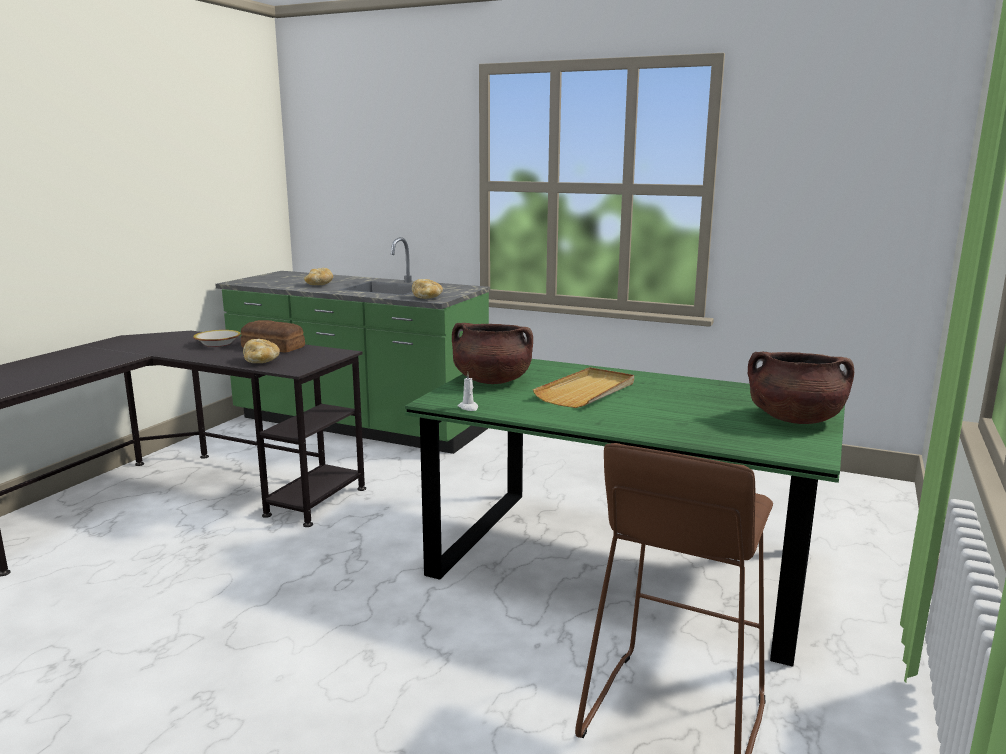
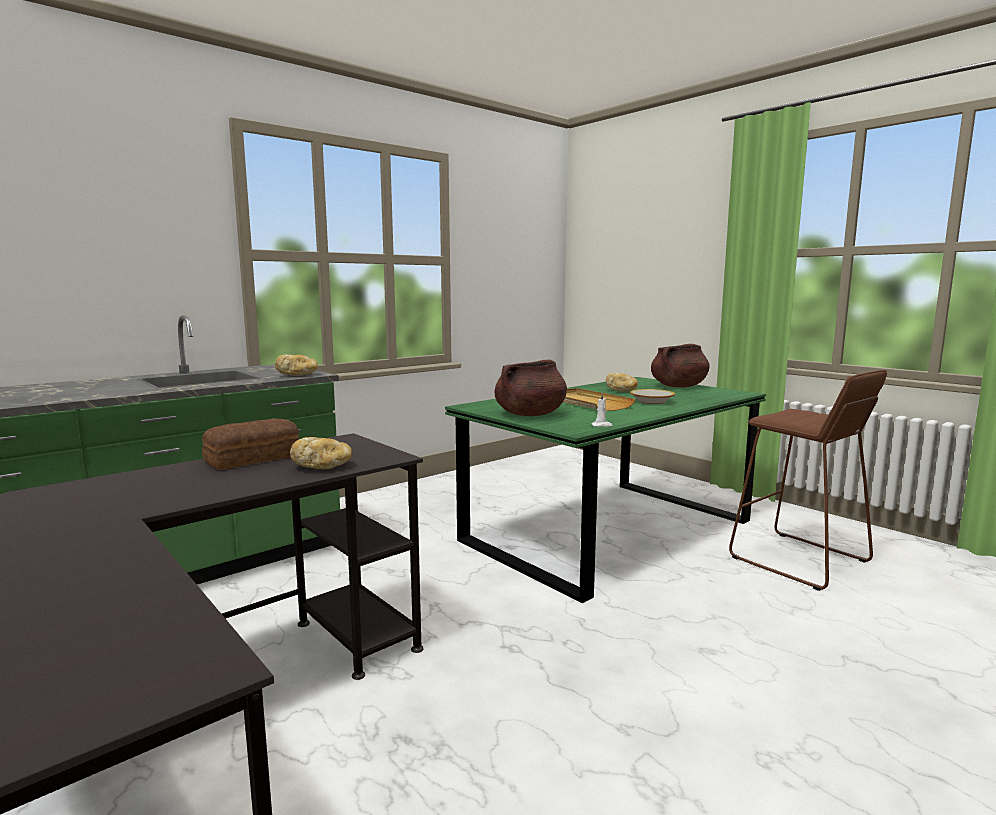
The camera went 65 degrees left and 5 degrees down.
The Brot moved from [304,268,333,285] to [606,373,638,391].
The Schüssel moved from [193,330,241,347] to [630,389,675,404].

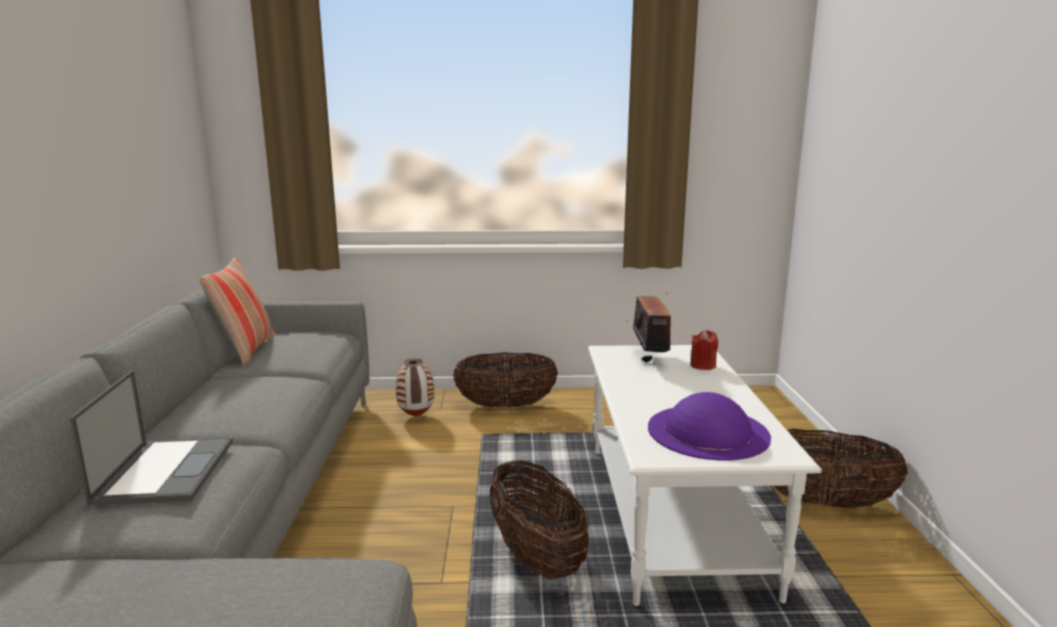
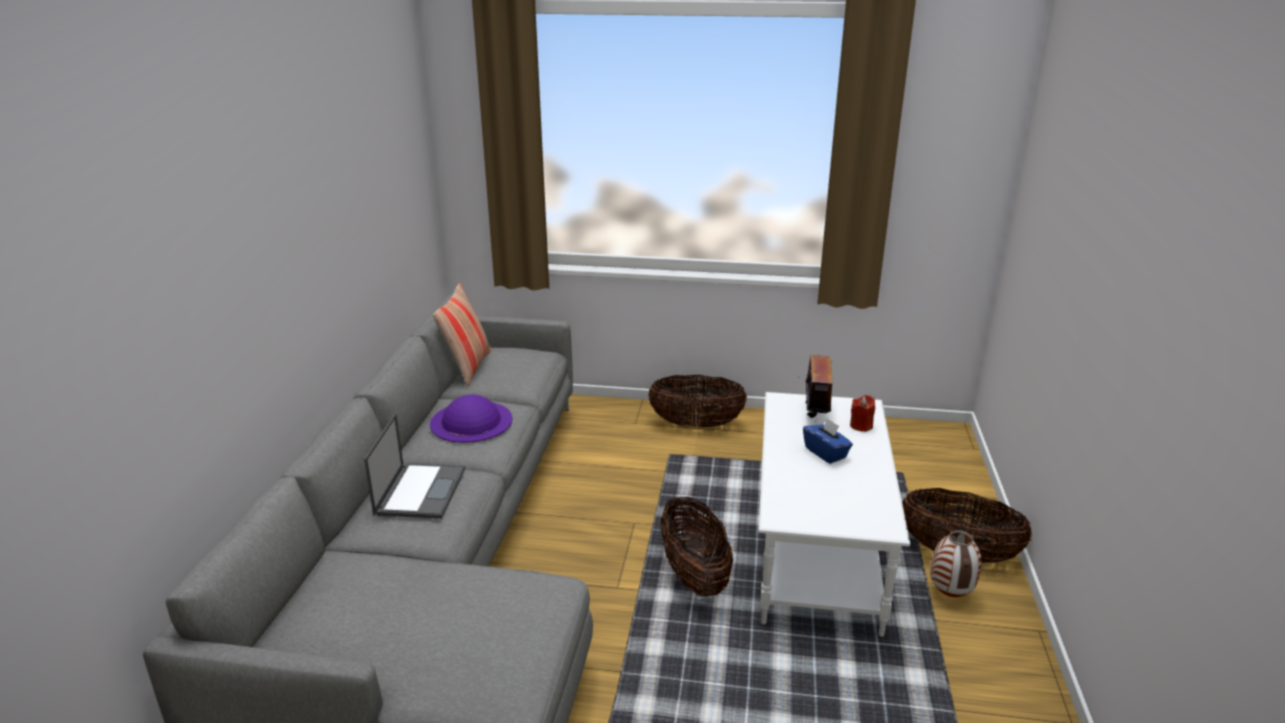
The camera went 10 degrees right and 10 degrees up.
The Vase moved from [396,358,434,417] to [930,530,982,597].
The Hut (lila) moved from [648,392,771,460] to [430,395,513,443].
The Taschentuchbox (blau) at [803,418,853,464] appeared.

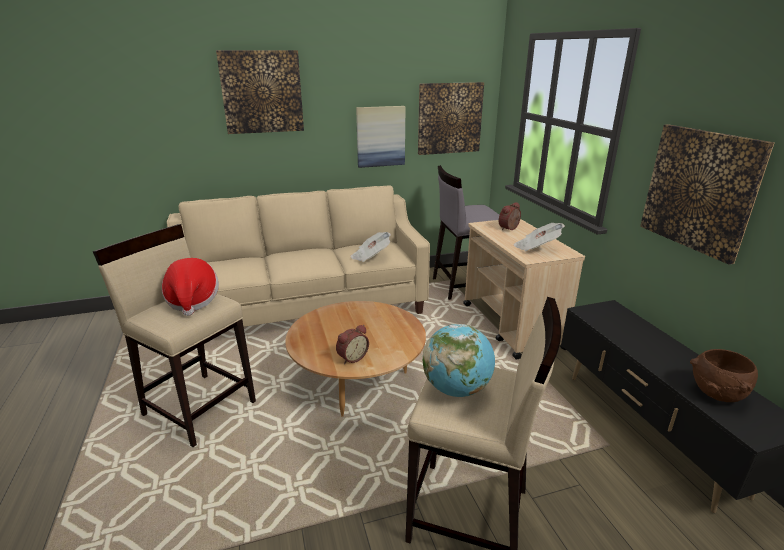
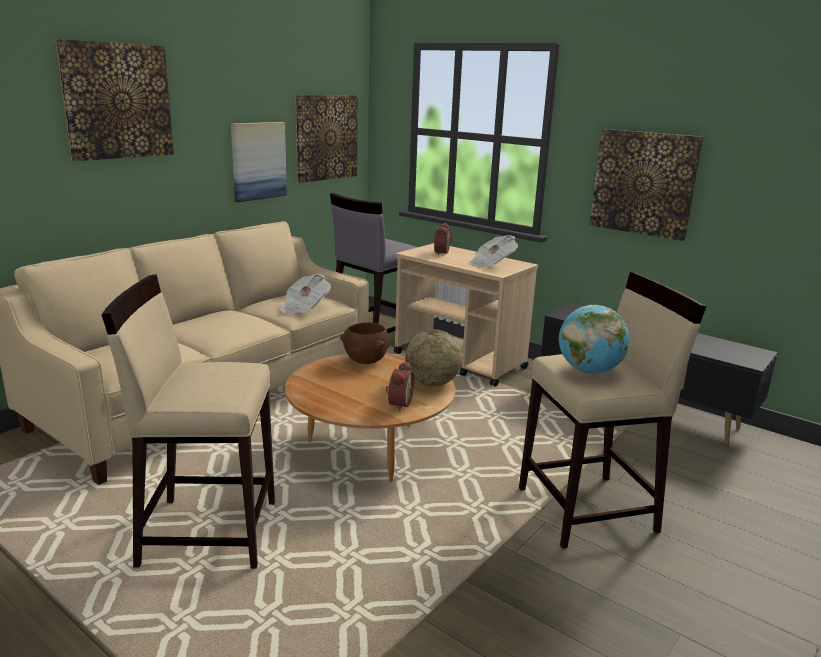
The camera went 35 degrees left and 5 degrees down.
The Hut at [162,258,219,316] disappeared.
The Schüssel (braun) moved from [690,349,758,402] to [340,323,390,364].
The Globus at [405,329,462,386] appeared.

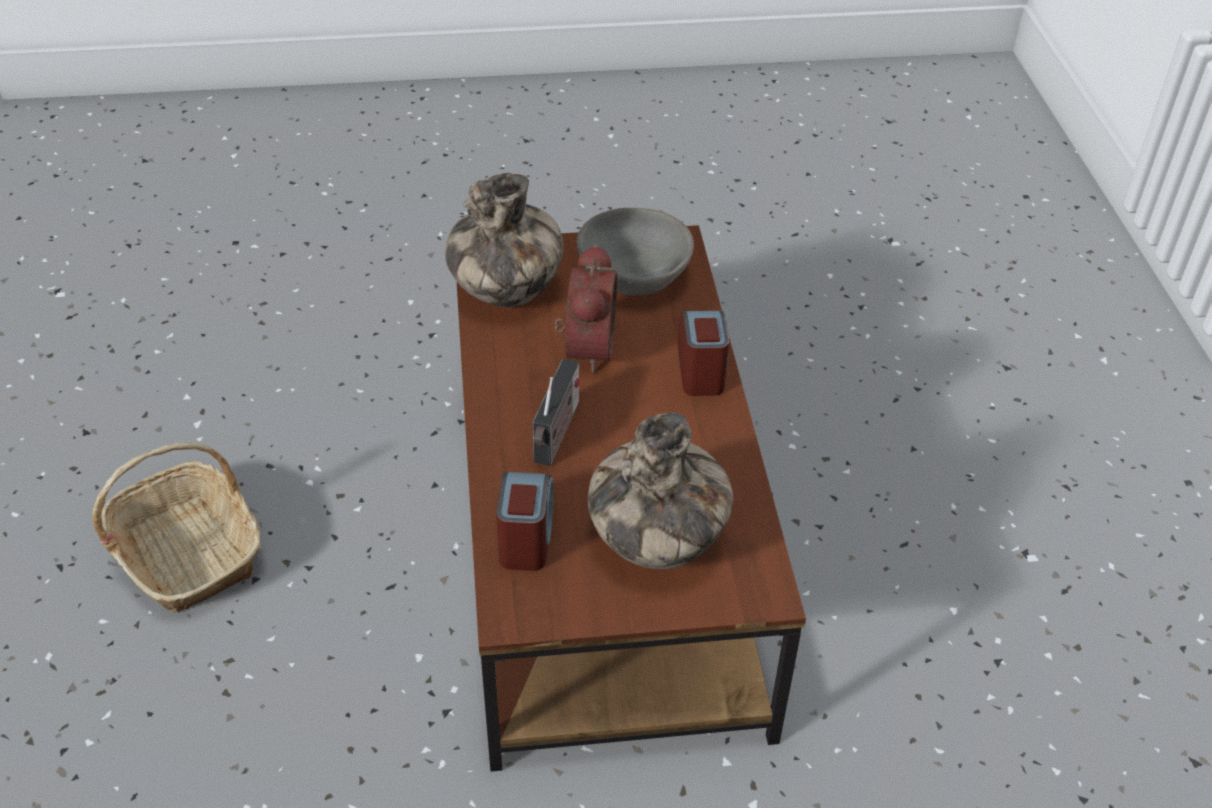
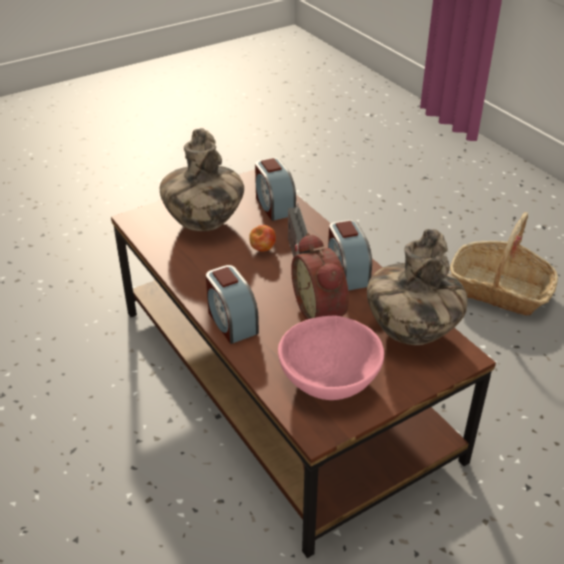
The camera went 155 degrees right and 5 degrees down.
The Schüssel (grau) at [576,208,694,296] became the Schüssel (rosa) at [278,316,384,400].
The Wecker at [328,220,372,291] appeared.
The Apfel at [249,225,276,252] appeared.

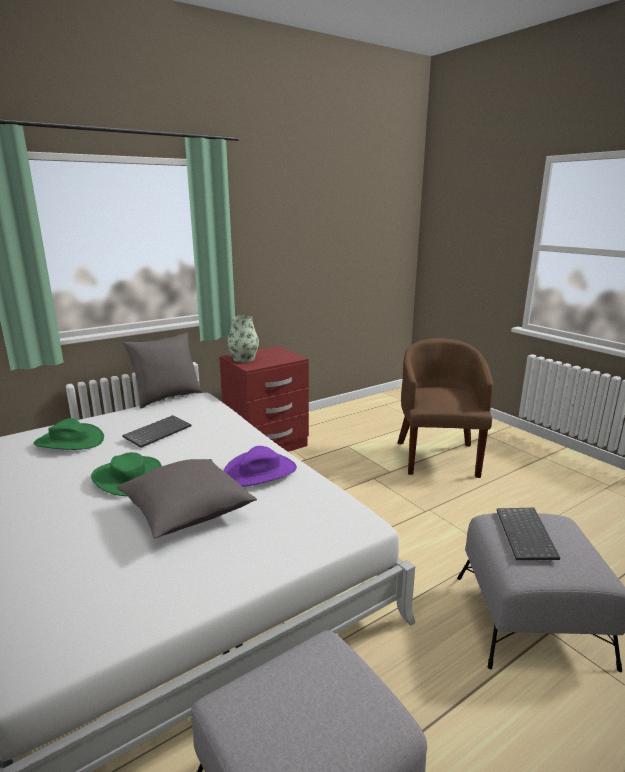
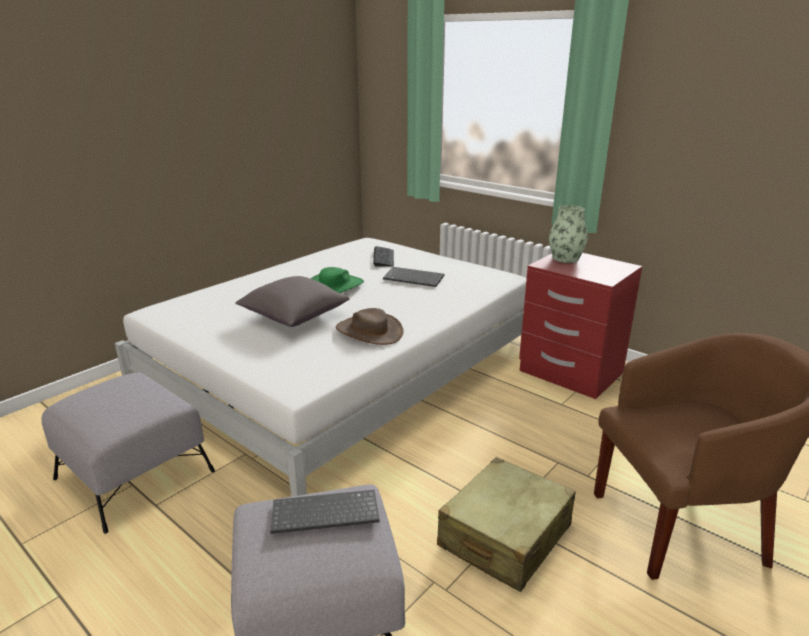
The camera went 75 degrees right and 5 degrees up.
The Kissen (grau) at [123,333,203,409] disappeared.
The Hut (grün) at [34,418,104,450] was replaced by the Tastatur at [373,246,394,267].
The Hut (lila) at [223,446,297,487] became the Hut (braun) at [336,308,404,345].
The Koffer (beige) at [437,457,576,592] appeared.

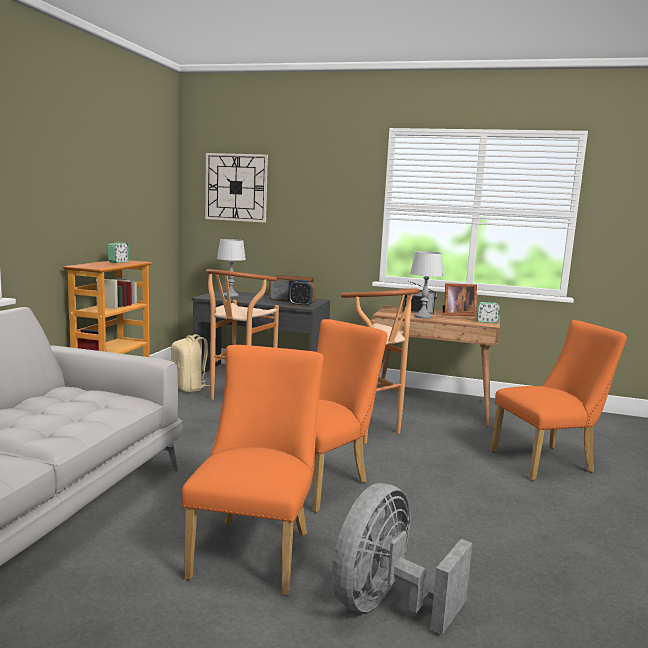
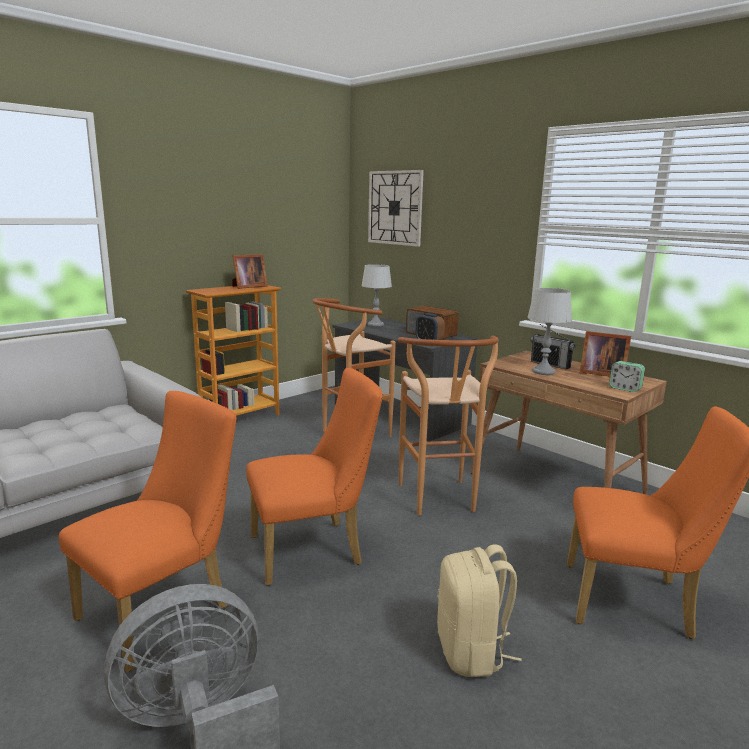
The camera went 30 degrees right and 5 degrees up.
The Wecker at [108,243,130,263] was replaced by the Bilderrahmen at [232,254,268,289].
The Rucksack (beige) moved from [170,334,210,392] to [437,544,521,677].

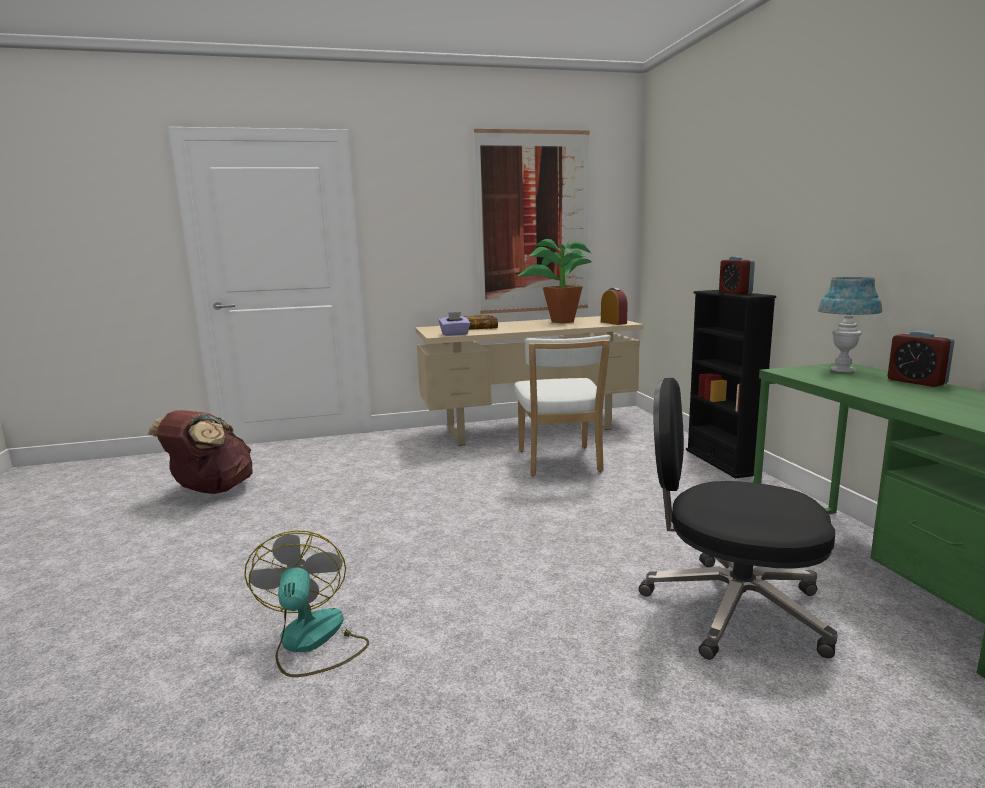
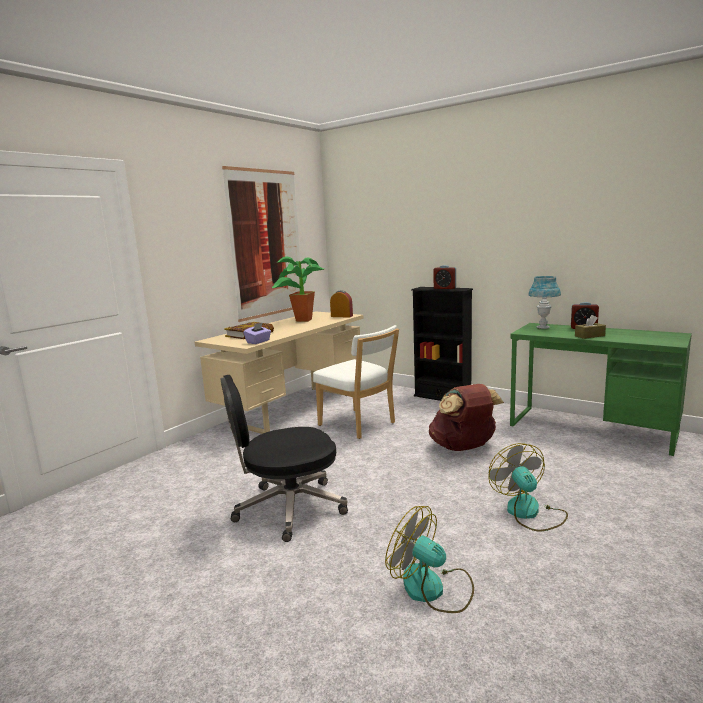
The camera went 40 degrees left and 0 degrees up.
The Bürostuhl (schwarz) moved from [639,378,838,660] to [221,375,348,542].
The Rucksack (braun) moved from [148,410,252,494] to [429,384,504,451].
The Taschentuchbox (braun) at [575,315,606,339] appeared.
The Ventilator at [489,443,568,532] appeared.

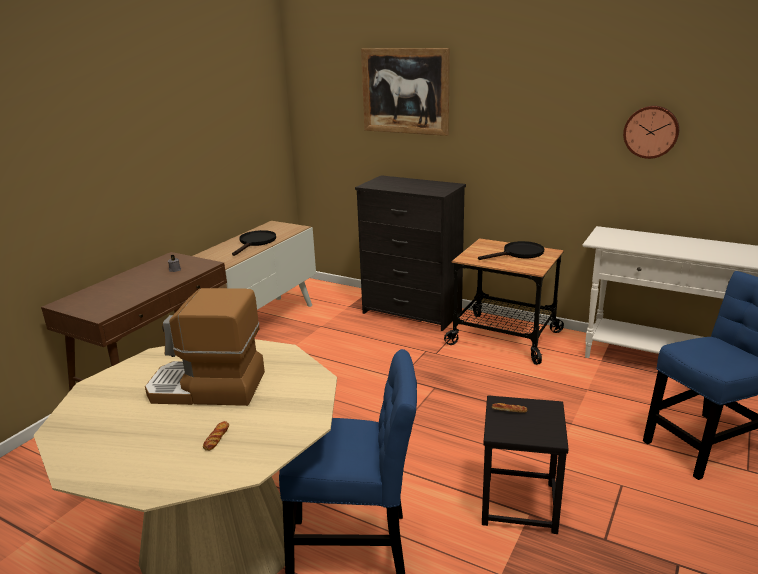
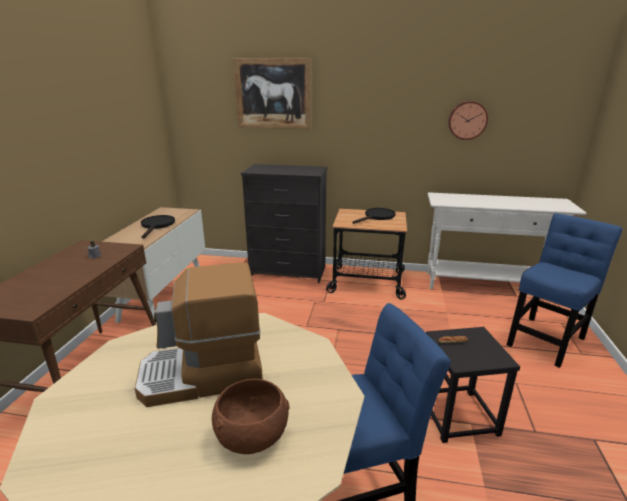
The camera went 20 degrees left and 0 degrees up.
The Brot at [203,421,229,451] was replaced by the Schüssel (braun) at [212,379,290,454].

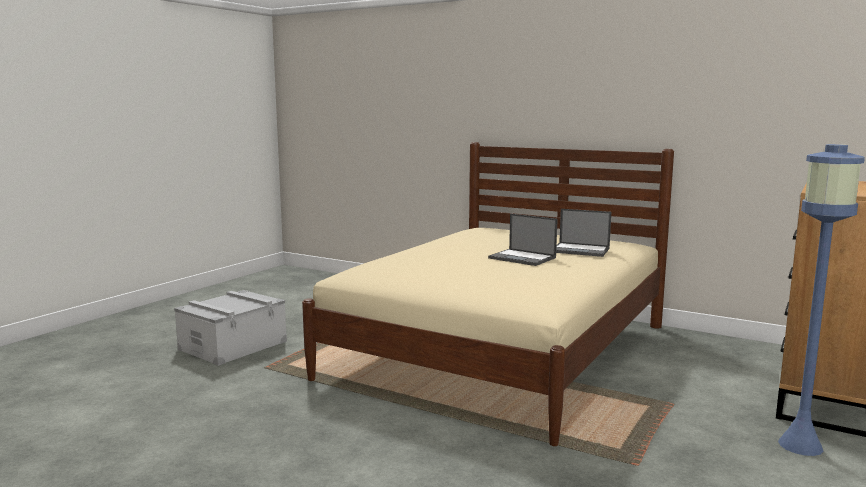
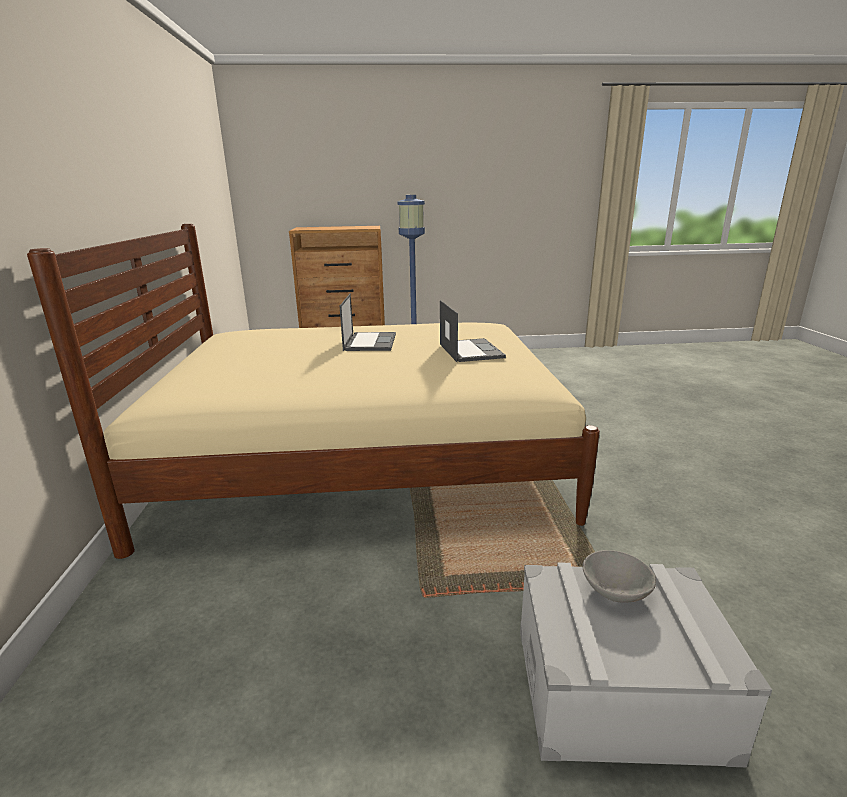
The camera went 125 degrees left and 10 degrees up.
The Laptop moved from [556,209,611,257] to [440,300,506,362].
The Schüssel (grau) at [582,550,656,603] appeared.

